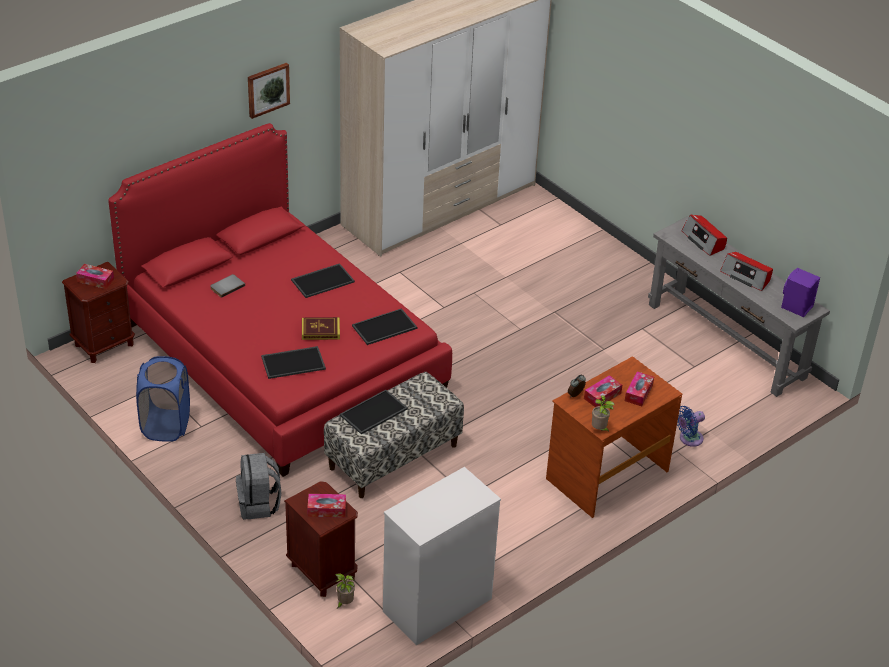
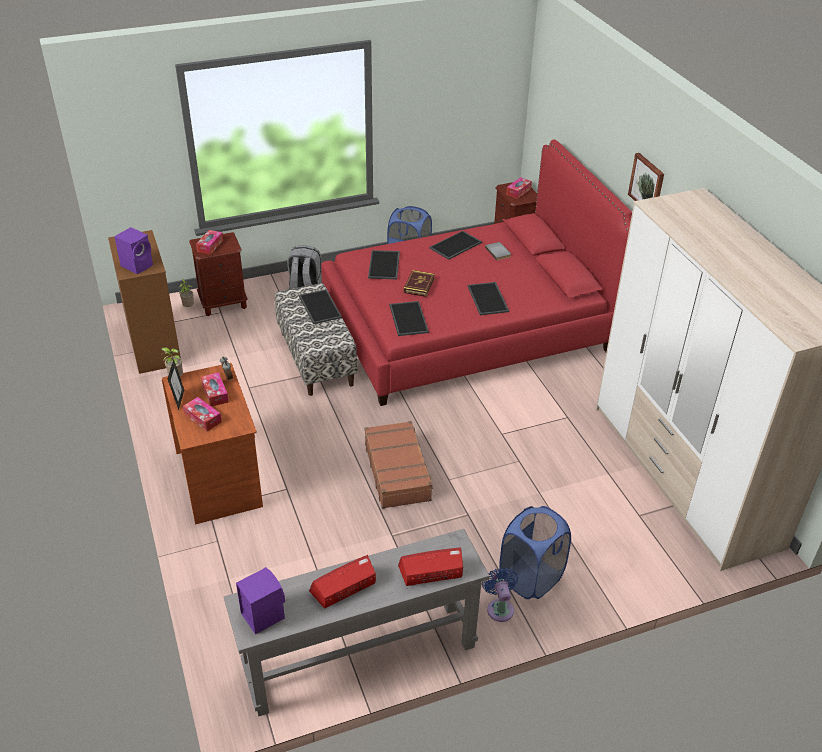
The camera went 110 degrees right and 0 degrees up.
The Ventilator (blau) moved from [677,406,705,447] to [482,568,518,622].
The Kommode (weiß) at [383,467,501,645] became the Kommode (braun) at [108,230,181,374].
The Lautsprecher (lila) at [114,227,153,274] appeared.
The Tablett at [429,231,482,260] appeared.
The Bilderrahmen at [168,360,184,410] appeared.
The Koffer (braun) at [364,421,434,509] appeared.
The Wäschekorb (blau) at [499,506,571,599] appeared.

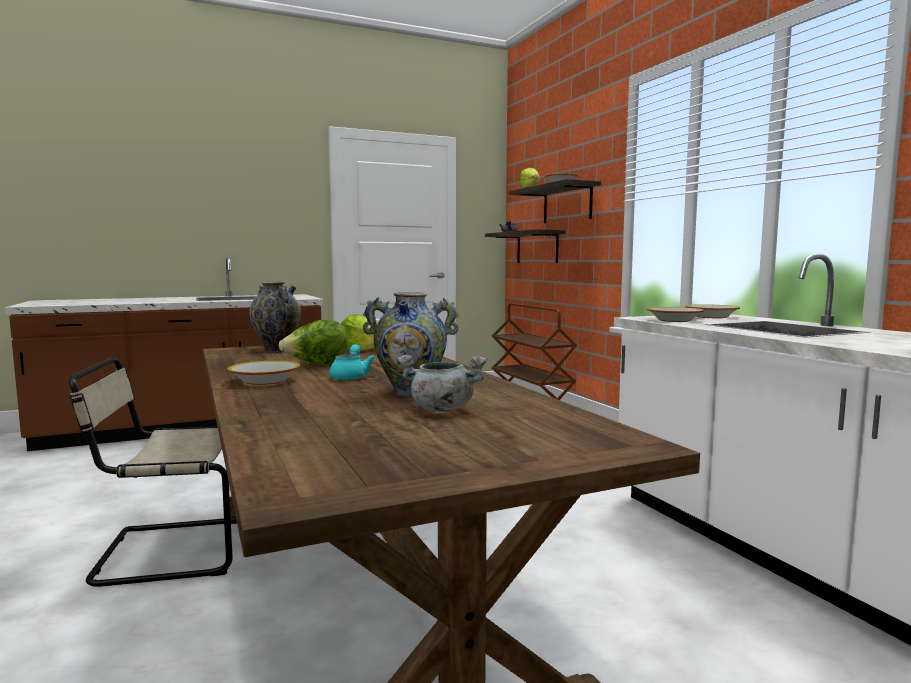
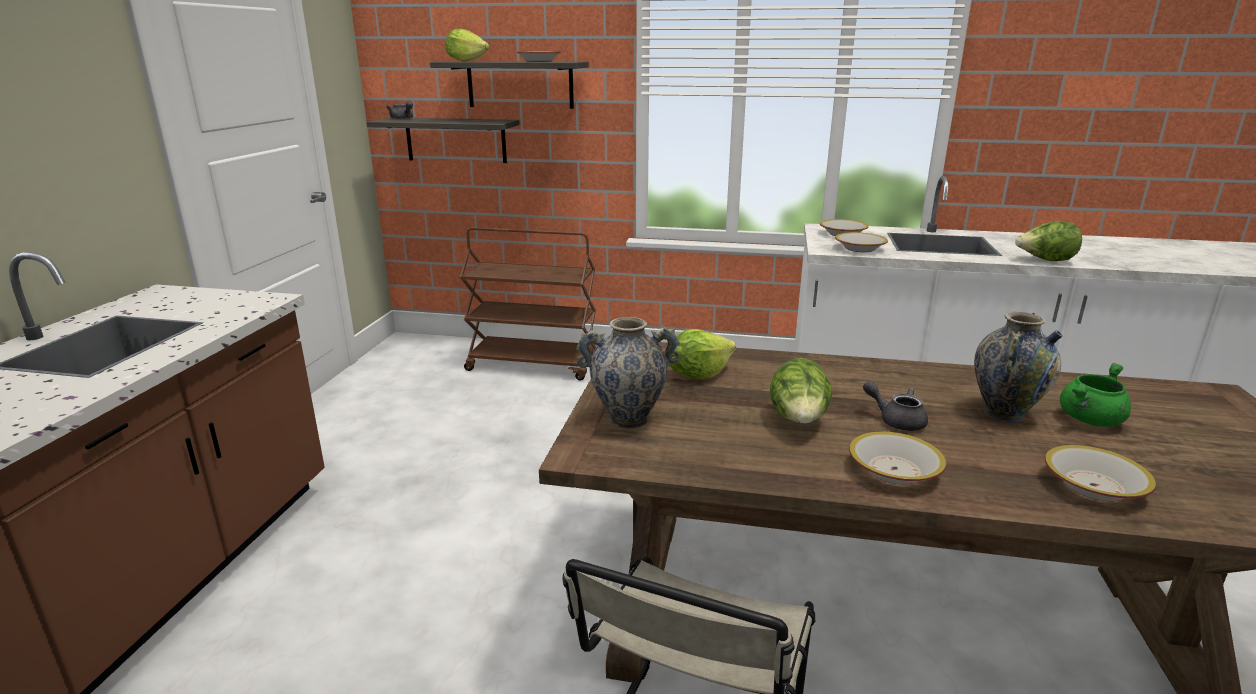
The camera went 55 degrees left and 15 degrees up.
The Teekanne (türkis) at [329,344,375,380] became the Teekanne (grau) at [863,381,928,431].
The Kochtopf (grau) at [397,355,487,412] became the Kochtopf (grün) at [1060,363,1131,427].
The Salatkopf at [1015,221,1082,261] appeared.
The Schüssel at [1045,445,1156,501] appeared.

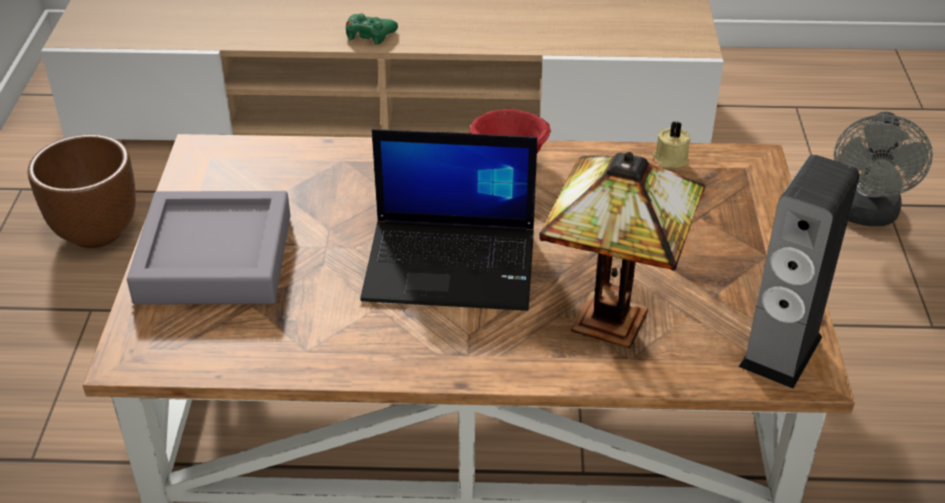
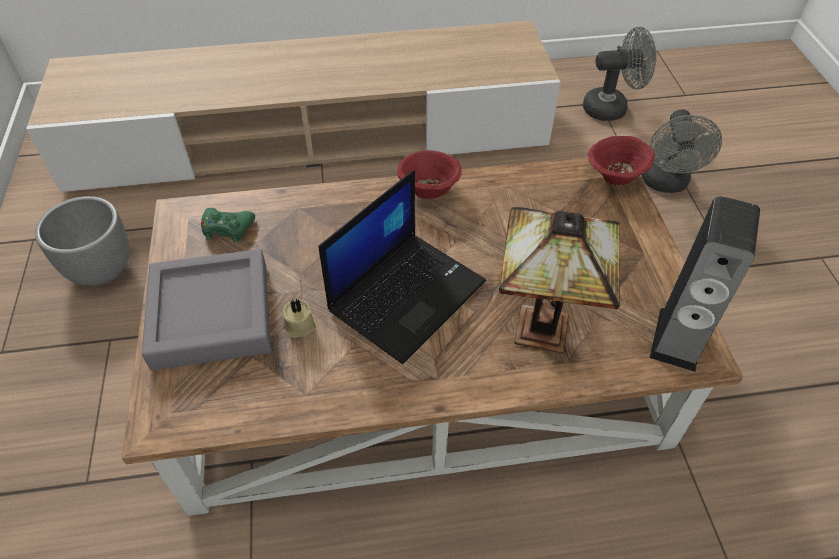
The camera went 10 degrees left and 10 degrees up.
The Gamepad (grün) moved from [346,14,398,45] to [201,208,255,243].
The Kerze (beige) moved from [653,121,691,168] to [282,299,316,338].
The Laptop at [360,129,537,311] turned 45 degrees counterclockwise.
The Pflanzkübel (braun) at [27,134,136,248] became the Pflanzkübel (grau) at [35,196,129,286].
The Ventilator (grau) at [583,27,657,121] appeared.
The Schüssel (rot) at [588,136,655,185] appeared.

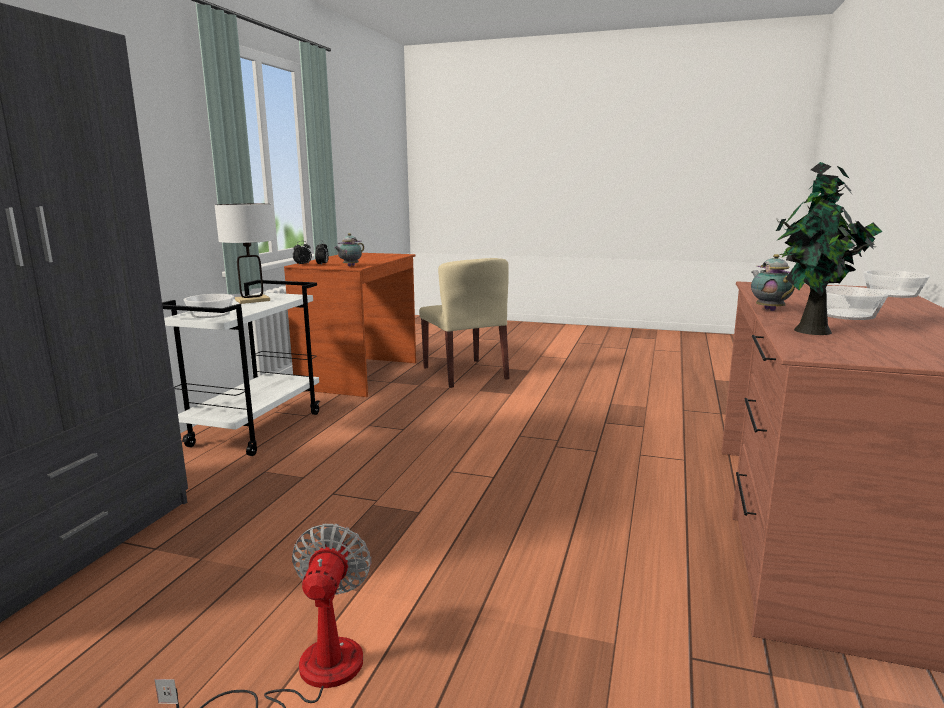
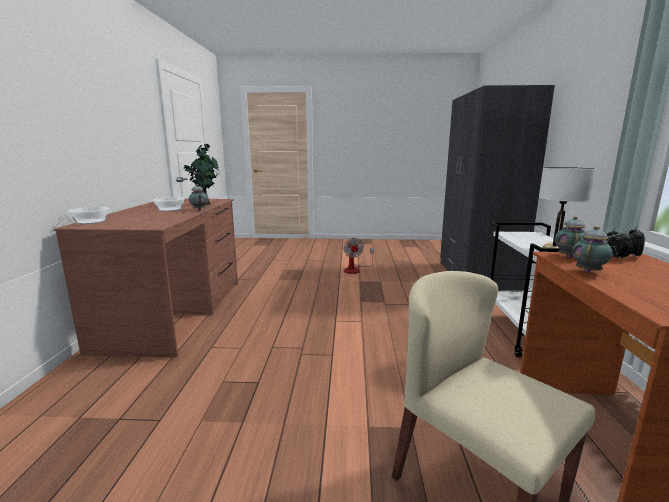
The camera went 165 degrees right and 0 degrees up.
The Schüssel at [184,294,234,318] disappeared.
The Teekanne at [572,226,613,273] appeared.

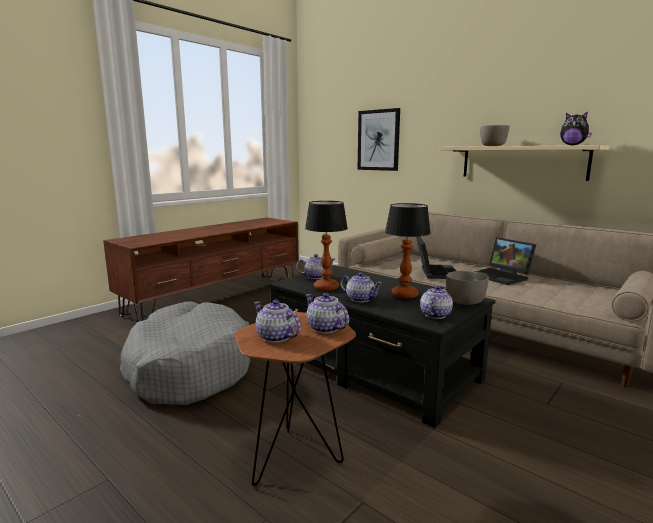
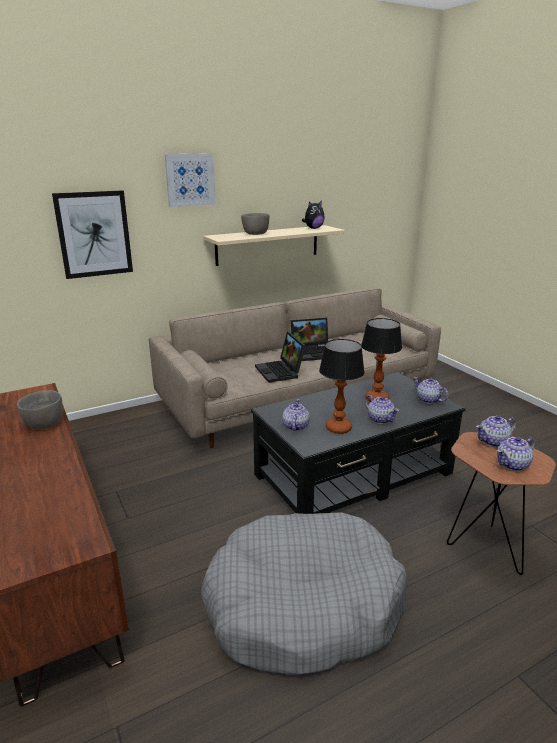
The camera went 70 degrees left and 10 degrees up.
The Laptop at [416,237,456,279] turned 135 degrees counterclockwise.
The Schüssel (grau) moved from [446,271,489,305] to [17,390,63,429].
The Teekanne at [340,273,382,302] turned 90 degrees clockwise.
The Bild at [165,153,216,207] appeared.

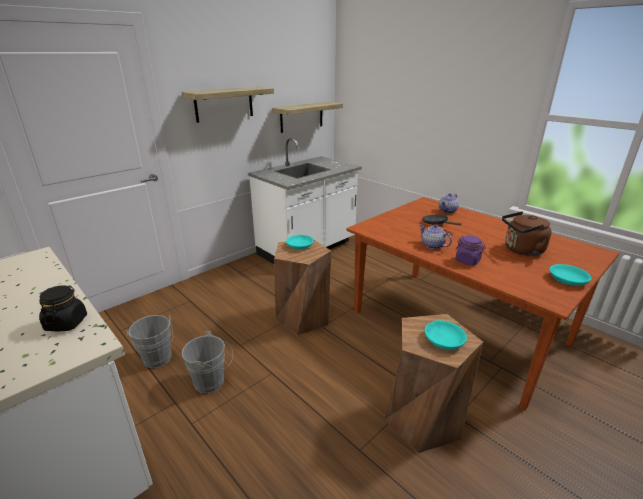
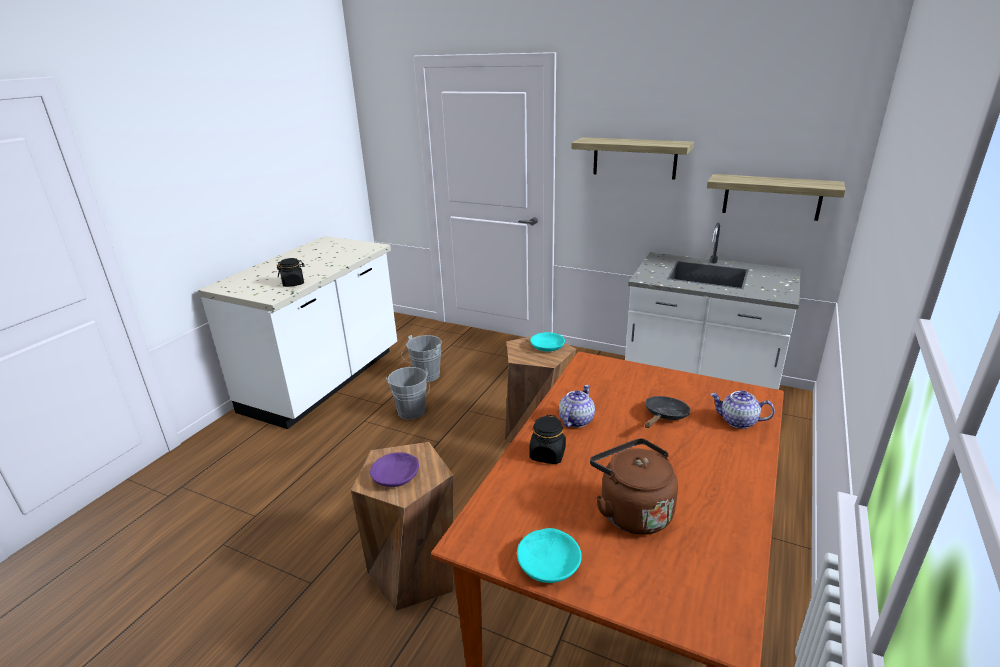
The camera went 70 degrees right and 0 degrees up.
The Vorratsglas (lila) at [455,235,486,266] became the Vorratsglas (schwarz) at [529,415,566,464].
The Schüssel (türkis) at [425,320,467,350] became the Schüssel (lila) at [370,452,419,487].

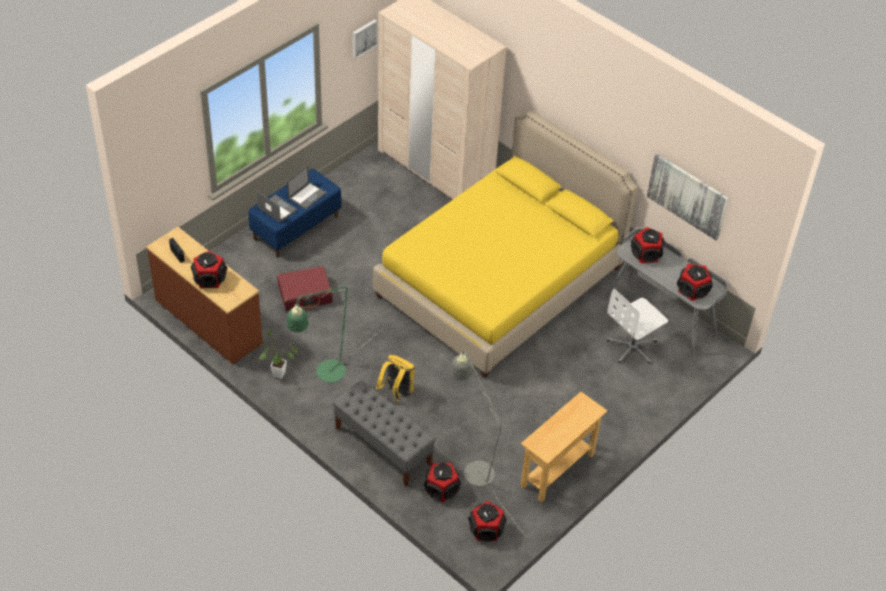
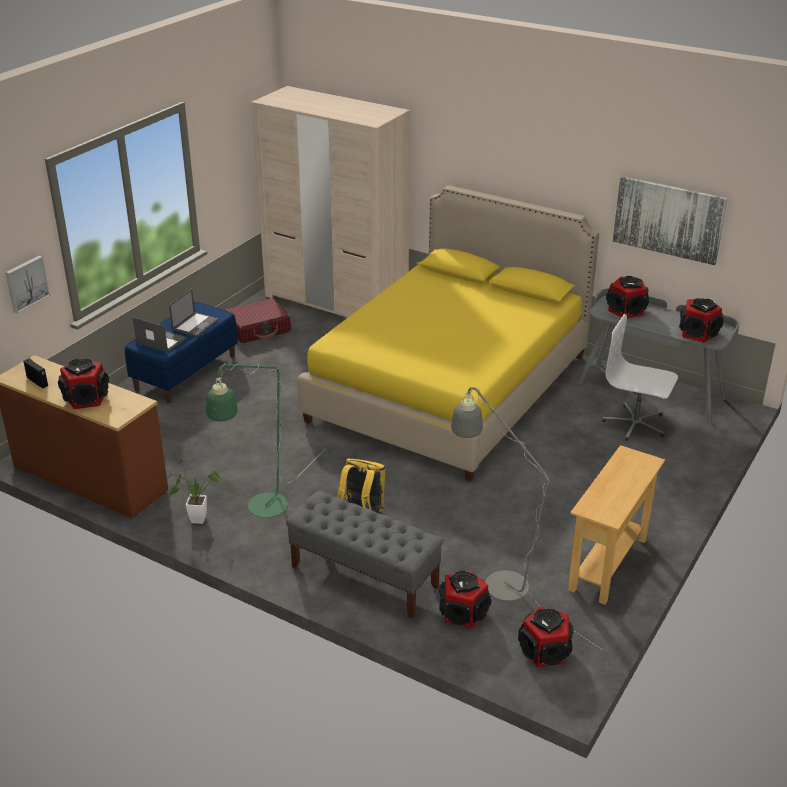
The camera went 10 degrees left and 15 degrees down.
The Bild moved from [353,19,378,59] to [5,256,50,313].
The Koffer (rot) moved from [277,266,333,311] to [225,298,291,343].
The Bürostuhl (weiß) at [607,289,668,364] turned 75 degrees clockwise.

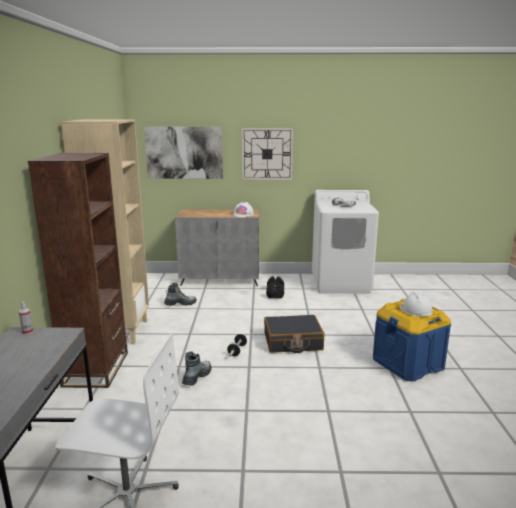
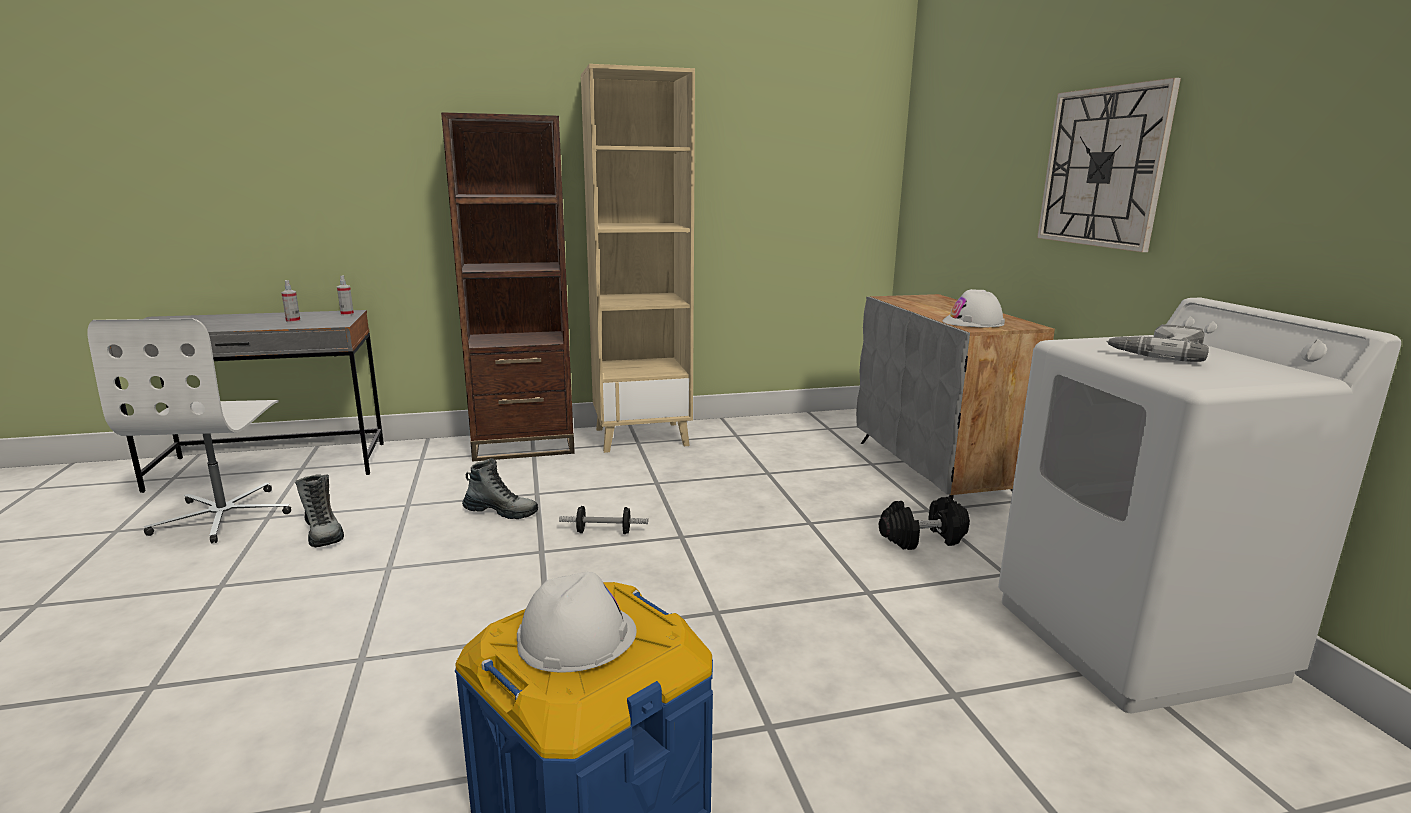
The camera went 75 degrees right and 0 degrees up.
The Bild at [144,127,223,179] disappeared.
The Stiefel moved from [164,283,196,306] to [295,474,344,547].
The Koffer (schwarz) at [264,315,324,353] disappeared.
The Sprühflasche at [281,280,301,323] appeared.

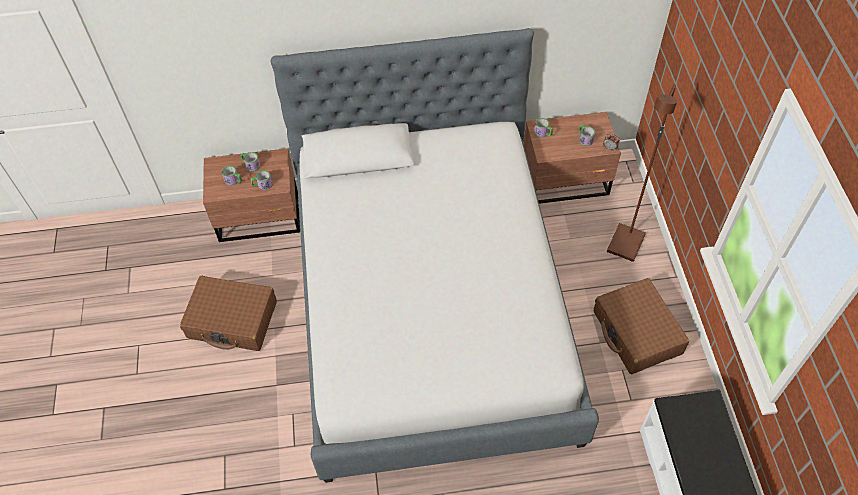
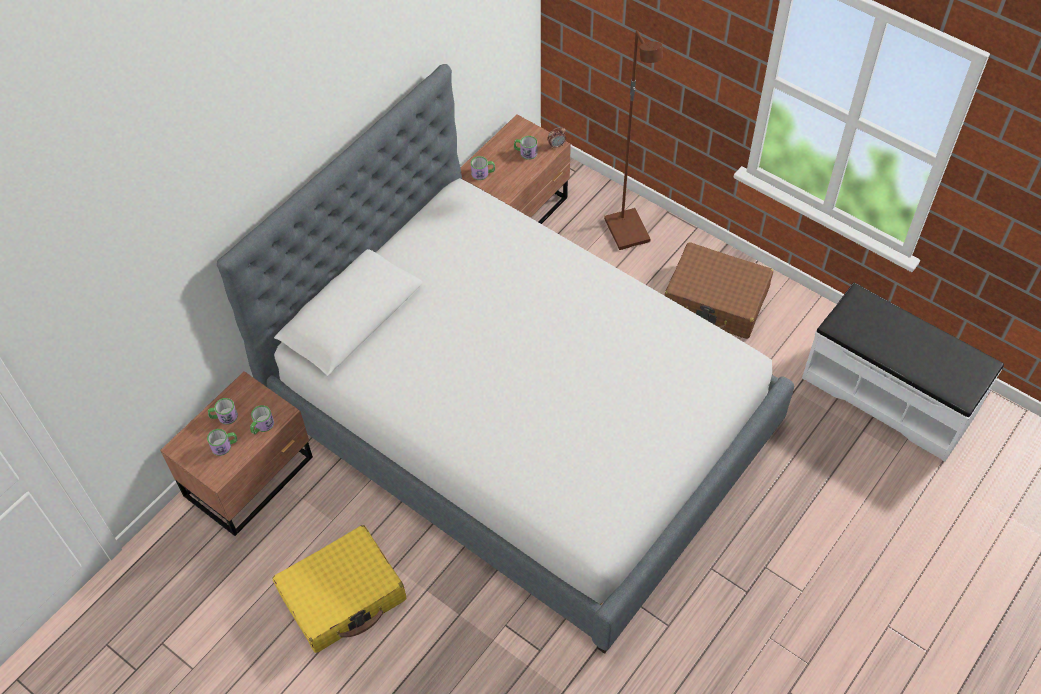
The camera went 45 degrees left and 0 degrees up.
The Koffer (braun) at [180,276,277,351] became the Koffer (gelb) at [272,525,406,653].

